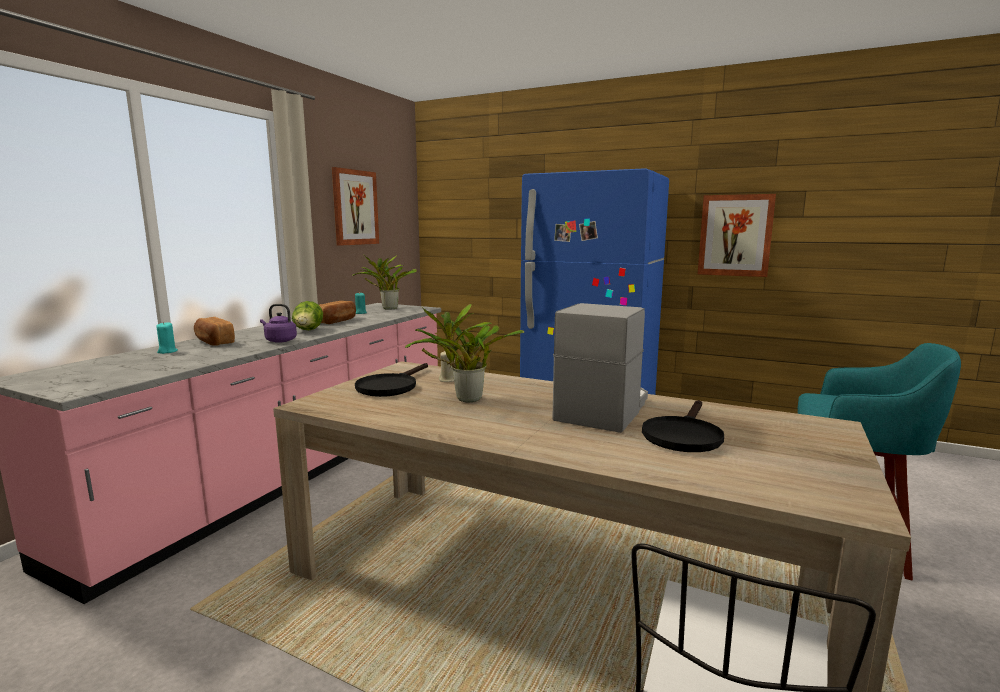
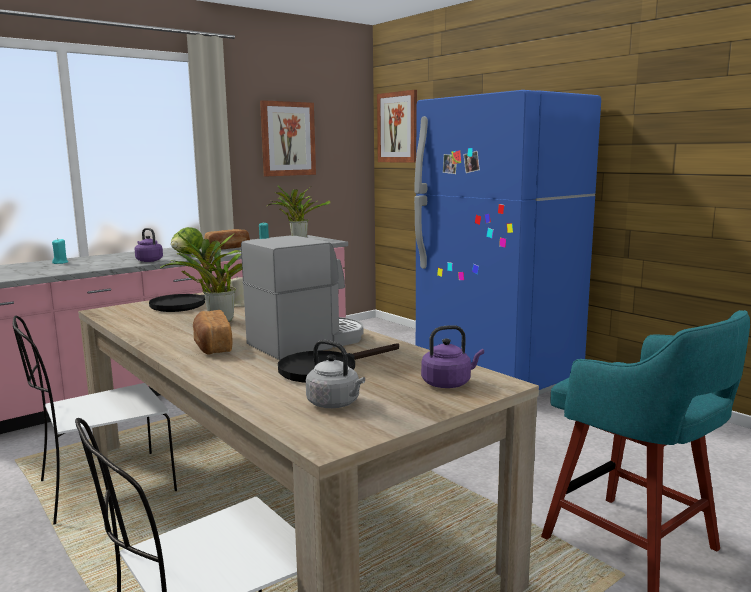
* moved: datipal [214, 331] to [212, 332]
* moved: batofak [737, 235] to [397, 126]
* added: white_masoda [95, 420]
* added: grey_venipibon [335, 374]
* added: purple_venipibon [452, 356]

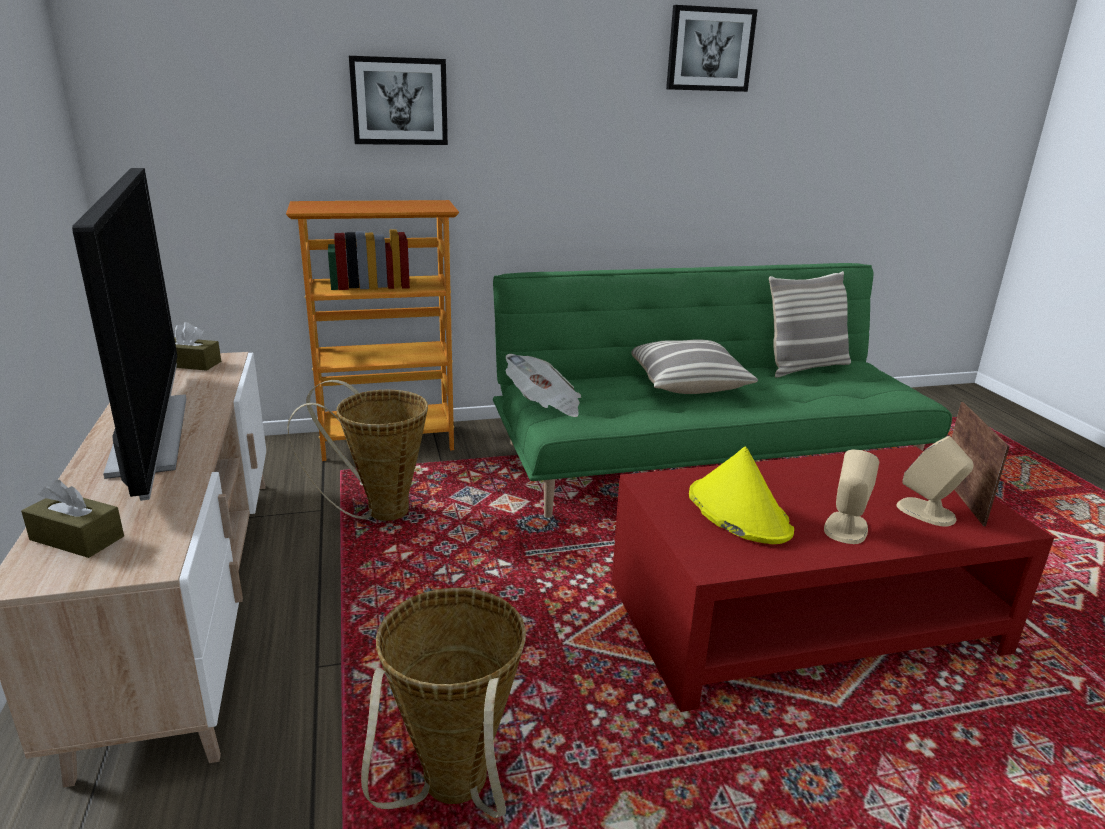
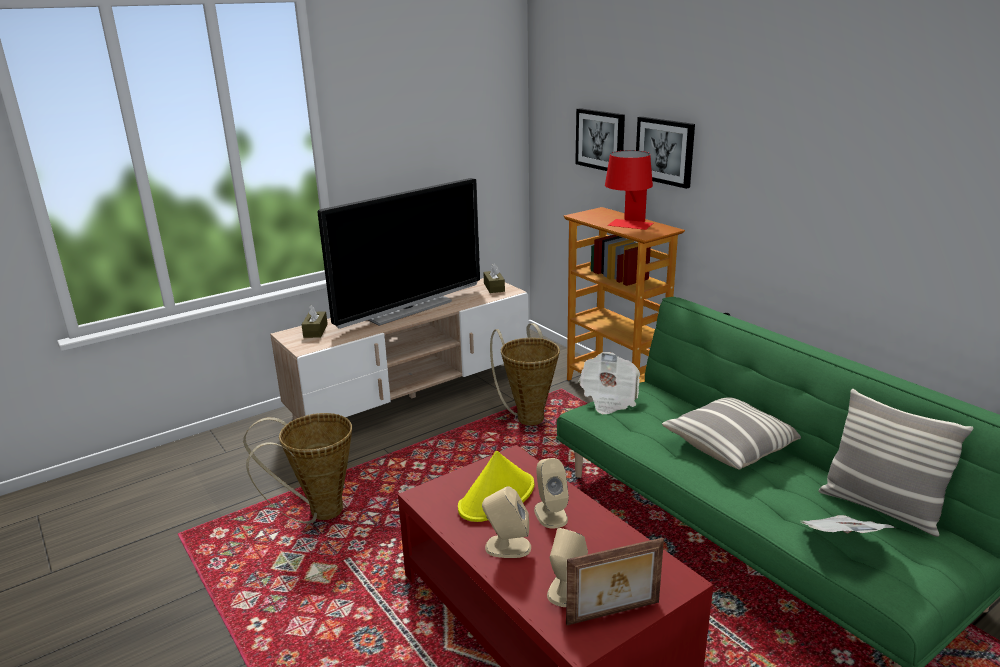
* moved: batofak [712, 48] to [600, 139]
* added: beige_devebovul [551, 493]
* added: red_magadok [629, 190]
* added: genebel [848, 524]

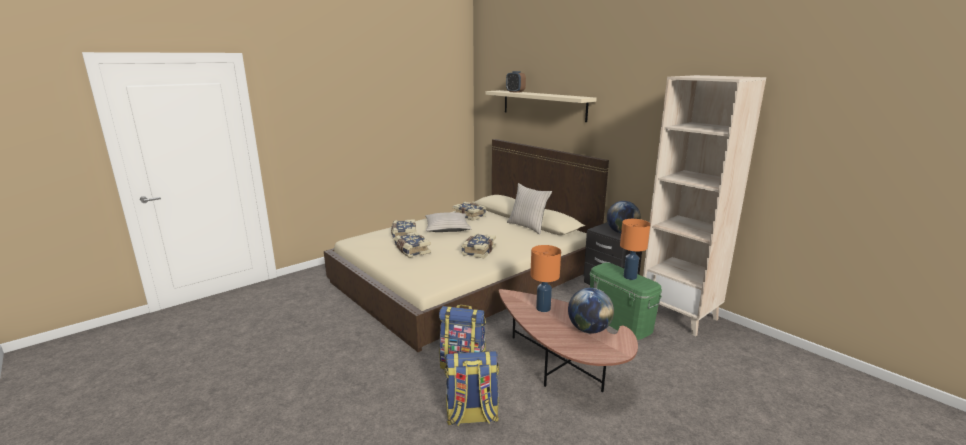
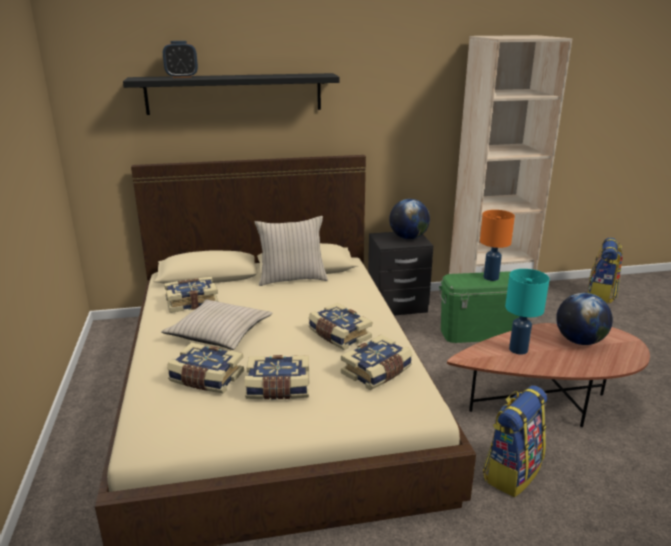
* moved: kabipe [472, 388] to [605, 270]
* recoloured: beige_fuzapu [540, 106] to black_fuzapu [231, 94]
* recoloured: orange_magadok [545, 278] to turquoise_magadok [527, 312]
* added: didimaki [377, 362]

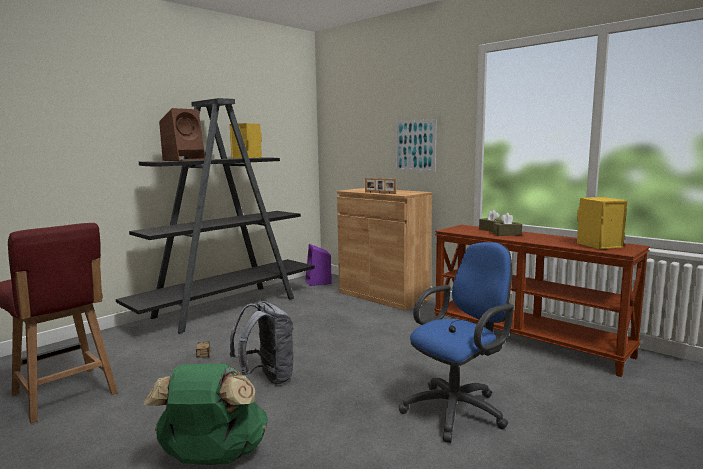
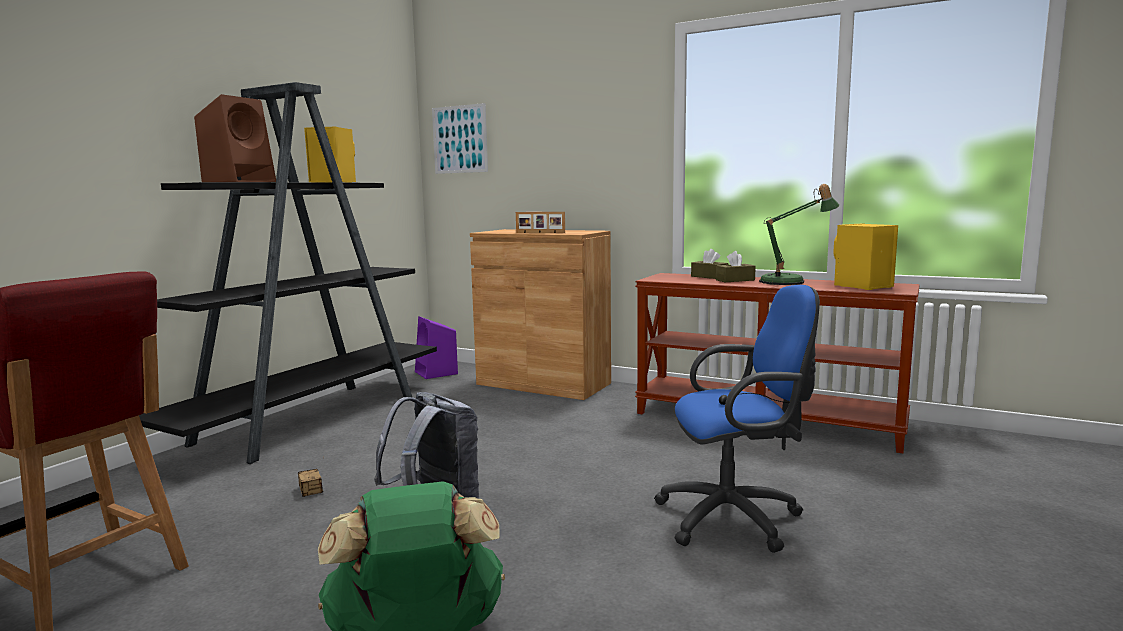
* moved: batofak [416, 145] to [460, 138]
* turned: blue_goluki [456, 342] = [737, 419] 45 degrees clockwise
* added: magadok [799, 234]

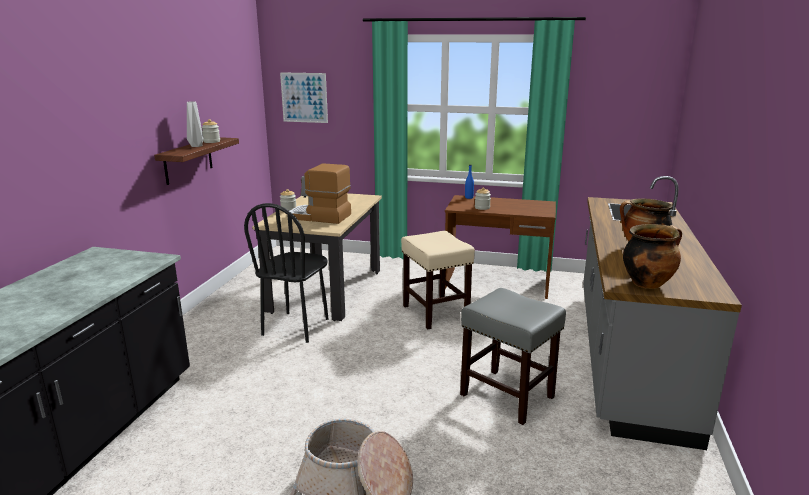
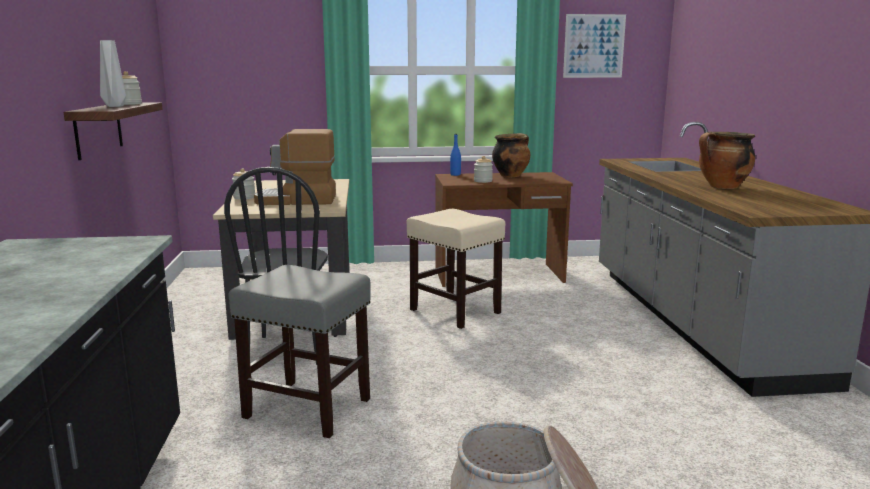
* moved: batofak [304, 97] to [594, 46]
* moved: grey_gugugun [513, 356] to [299, 351]
* moved: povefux [652, 256] to [511, 155]

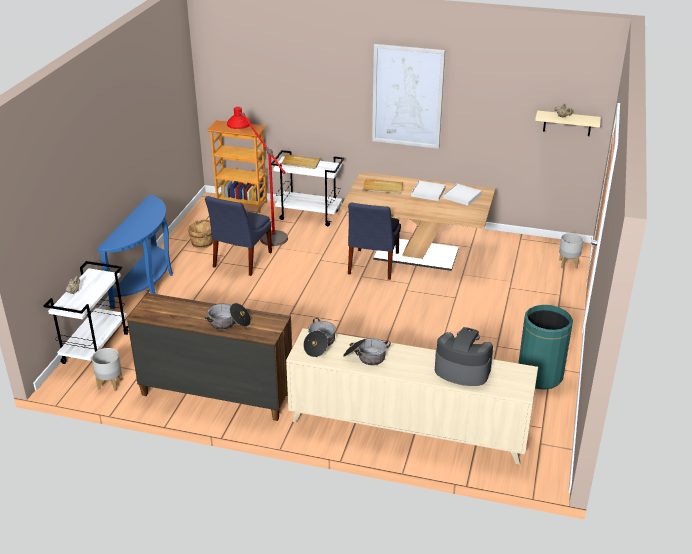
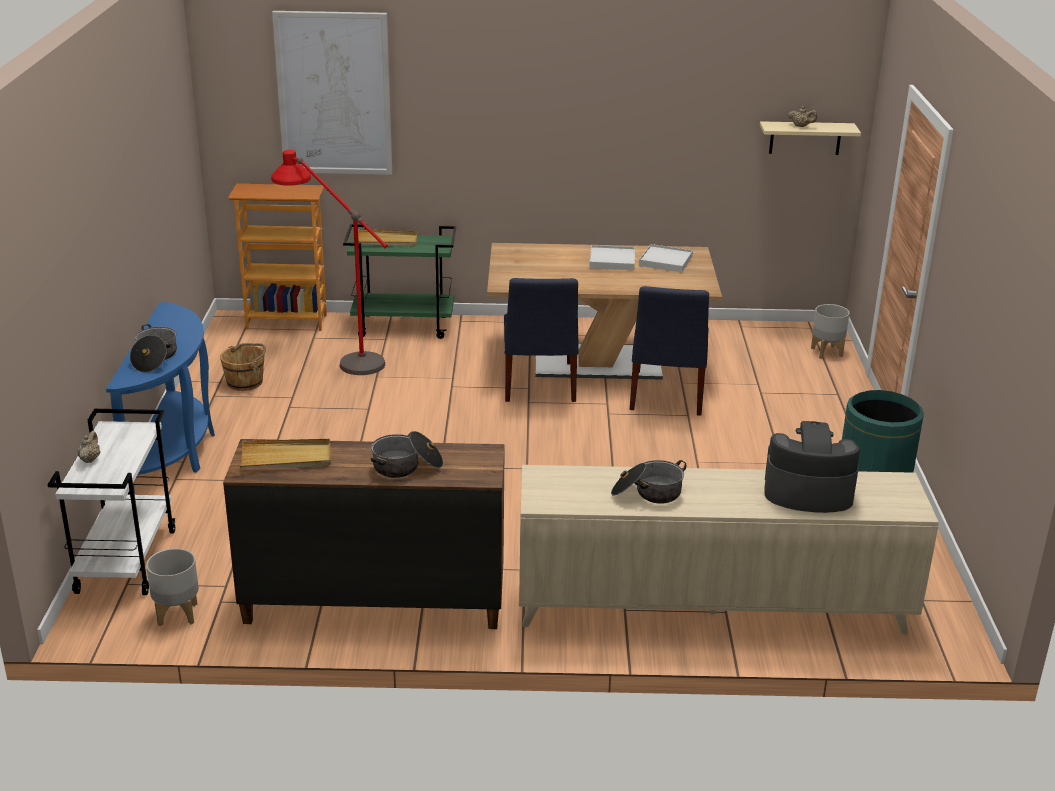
* moved: blue_masoda [238, 236] to [669, 351]
* recoloured: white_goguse [307, 188] to green_goguse [399, 281]
* moved: povefux [319, 337] to [153, 348]
* moved: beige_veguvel [382, 186] to [285, 453]
* moved: batofak [408, 96] to [332, 93]

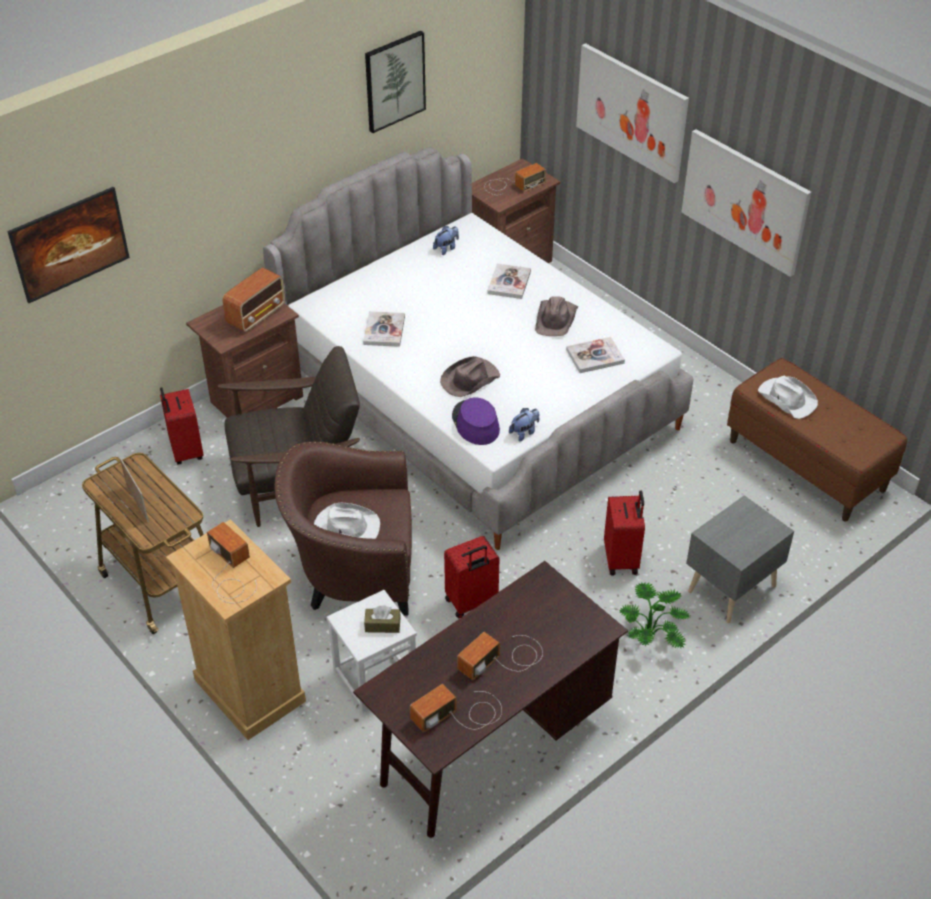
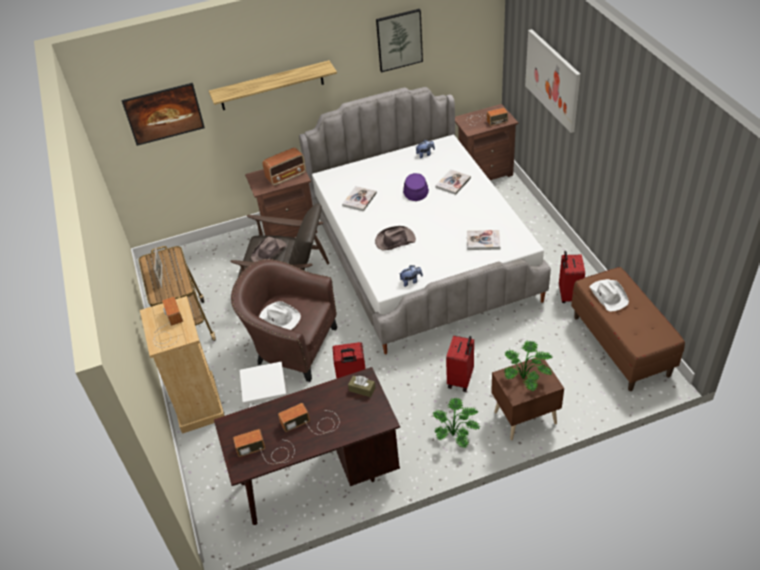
* moved: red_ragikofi [182, 426] to [572, 277]
* moved: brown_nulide [382, 619] to [362, 386]
* moved: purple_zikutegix [476, 421] to [416, 187]
* moved: brown_zikutegix [556, 316] to [269, 249]
* removed: batofak [746, 203]
* recoloured: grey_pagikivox [740, 559] to brown_pagikivox [527, 399]
* added: fuzapu [273, 85]
* added: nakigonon [528, 365]

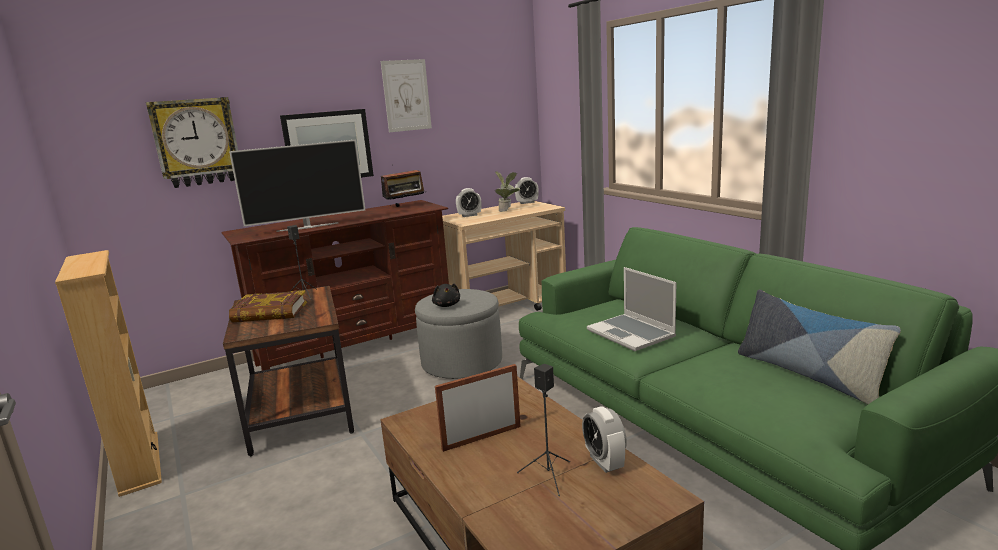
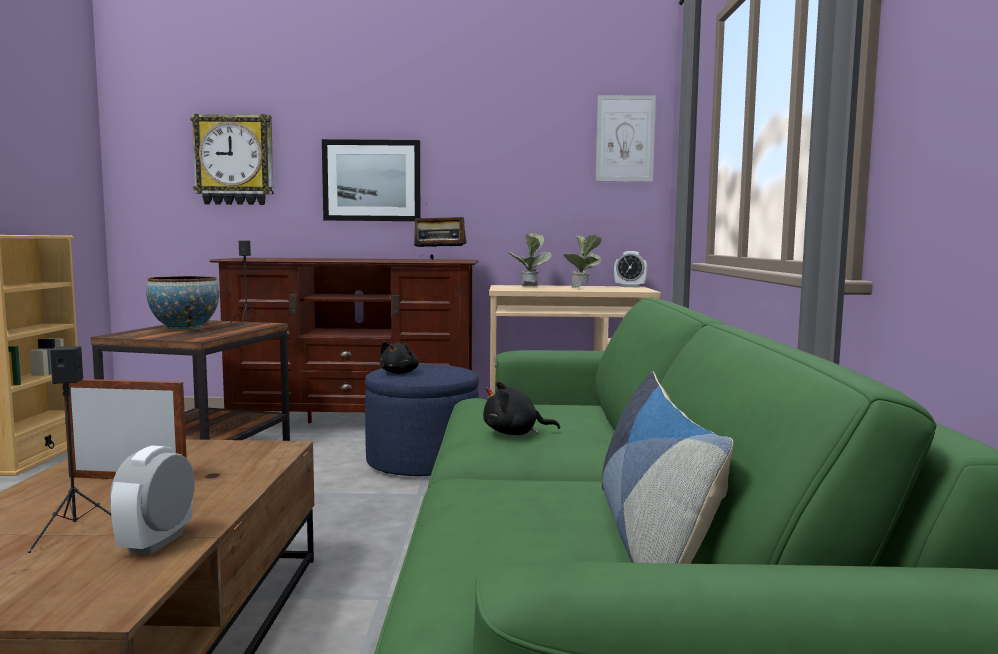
* removed: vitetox [297, 186]
* replaced: didimaki [268, 306] to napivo [182, 303]
* moved: batofak [406, 95] to [626, 138]
* recoloured: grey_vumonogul [458, 334] to blue_vumonogul [422, 420]
* replaced: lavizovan [468, 202] to nakigonon [530, 259]
* replaced: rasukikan [631, 309] to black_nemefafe [521, 408]

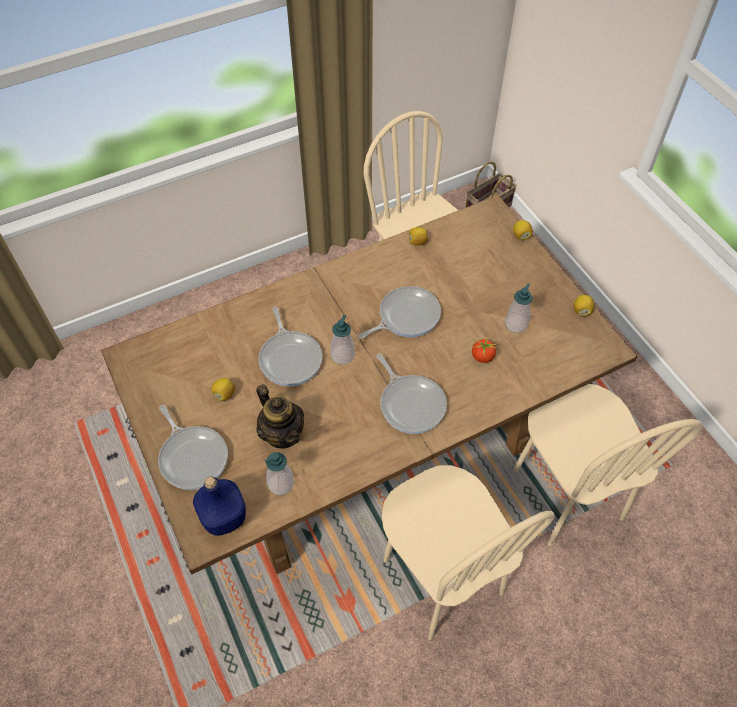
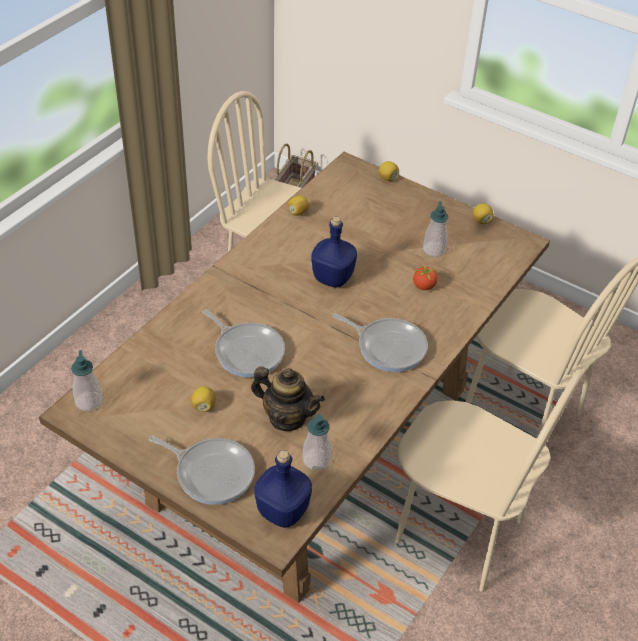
* moved: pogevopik [342, 339] to [87, 380]
* replaced: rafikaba [399, 312] to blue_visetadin [334, 251]

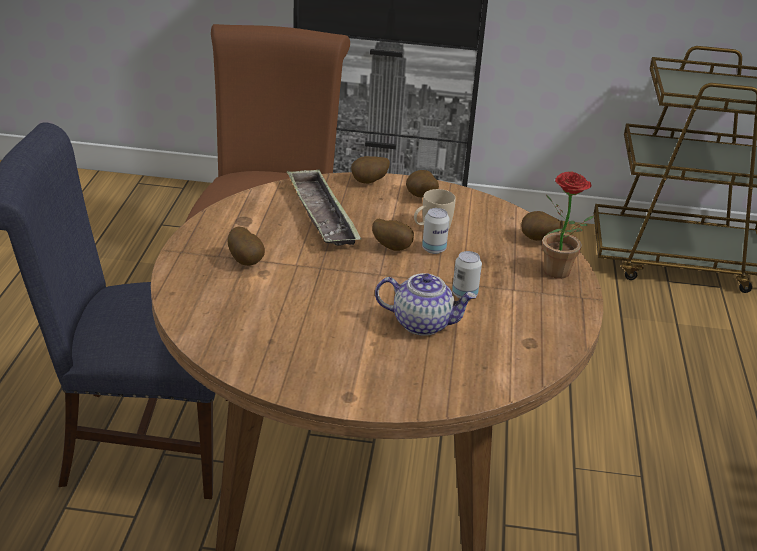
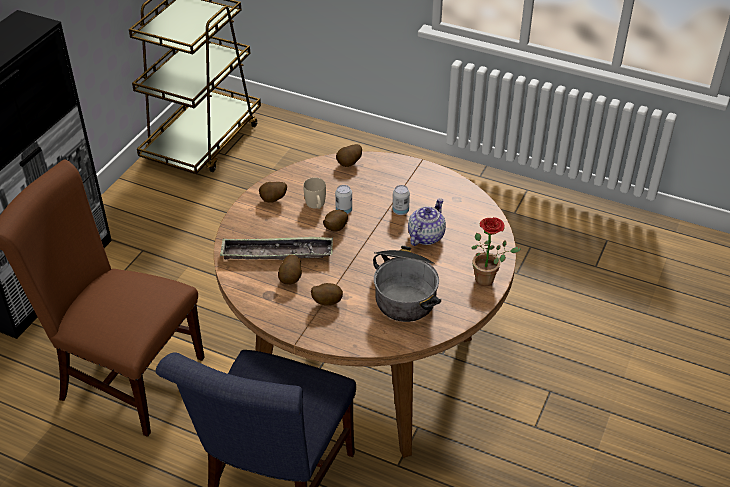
* moved: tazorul [370, 170] to [290, 269]
* moved: nakigonon [568, 225] to [496, 251]
* added: povefux [407, 284]

